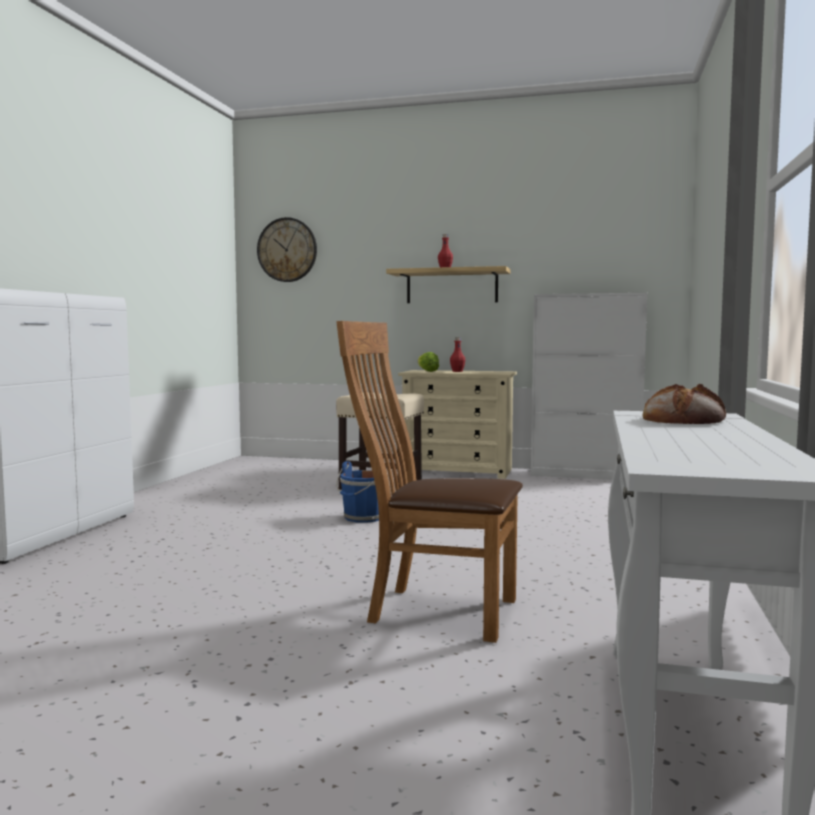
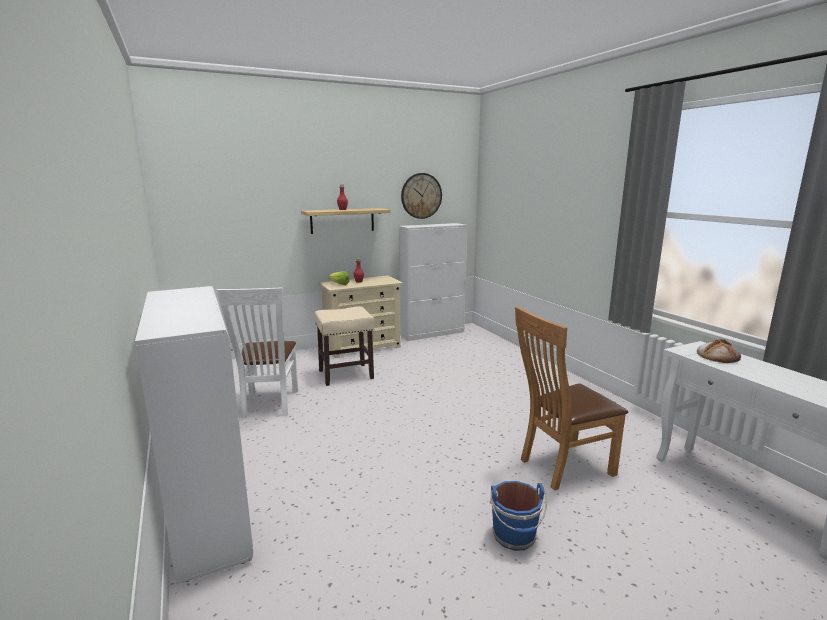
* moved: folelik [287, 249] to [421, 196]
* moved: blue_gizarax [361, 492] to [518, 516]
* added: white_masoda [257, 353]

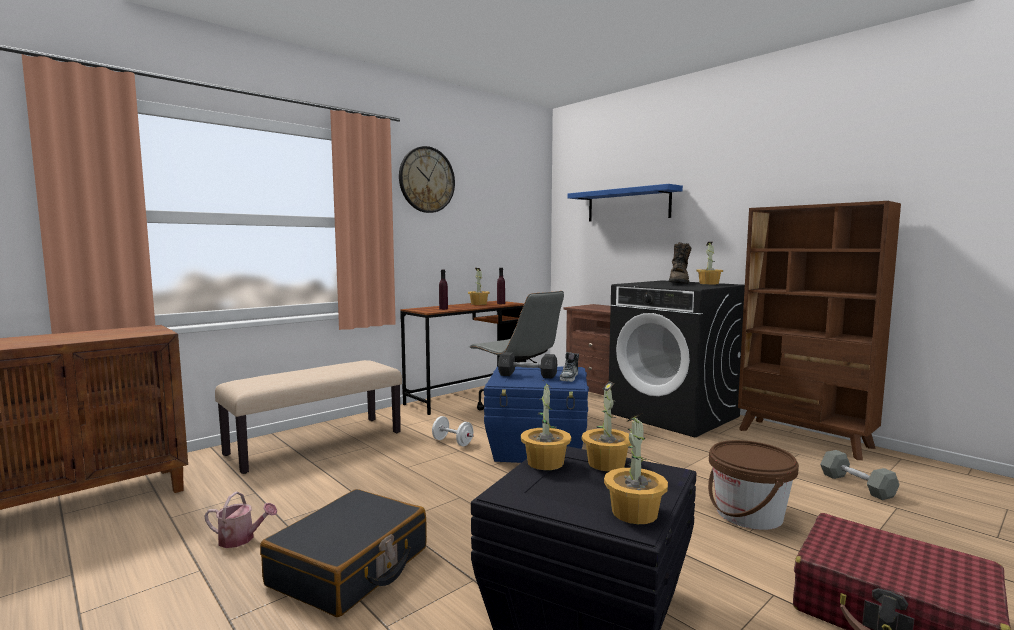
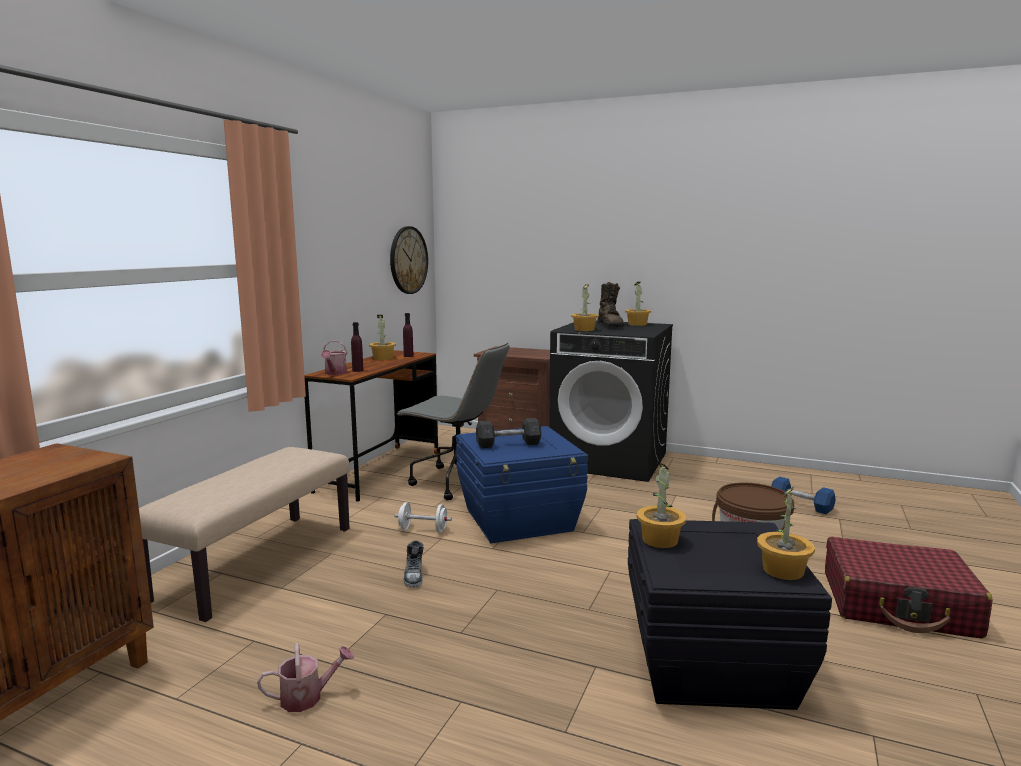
* removed: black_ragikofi [343, 553]
* moved: folelik [427, 179] to [409, 260]
* moved: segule [569, 367] to [414, 564]
* removed: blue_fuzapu [625, 202]
* moved: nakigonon [606, 426] to [585, 307]
* removed: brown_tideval [819, 330]
* recoloured: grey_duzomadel [859, 475] to blue_duzomadel [803, 495]
* added: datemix [334, 357]

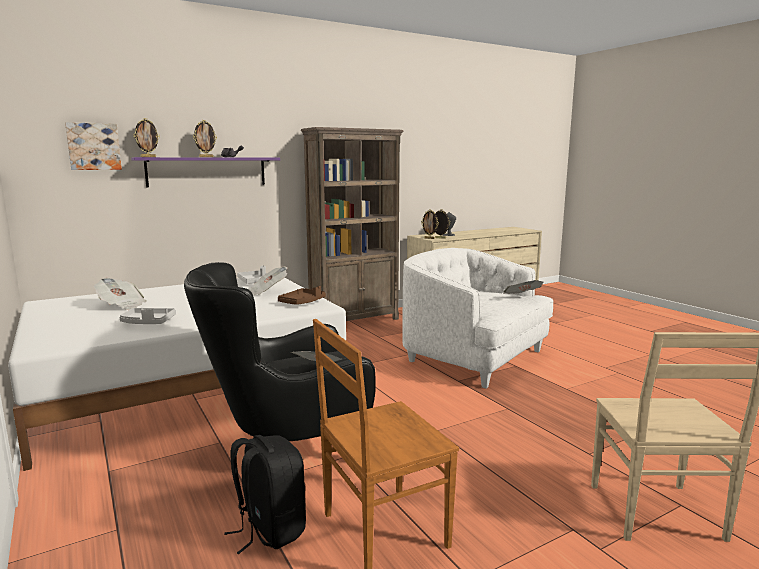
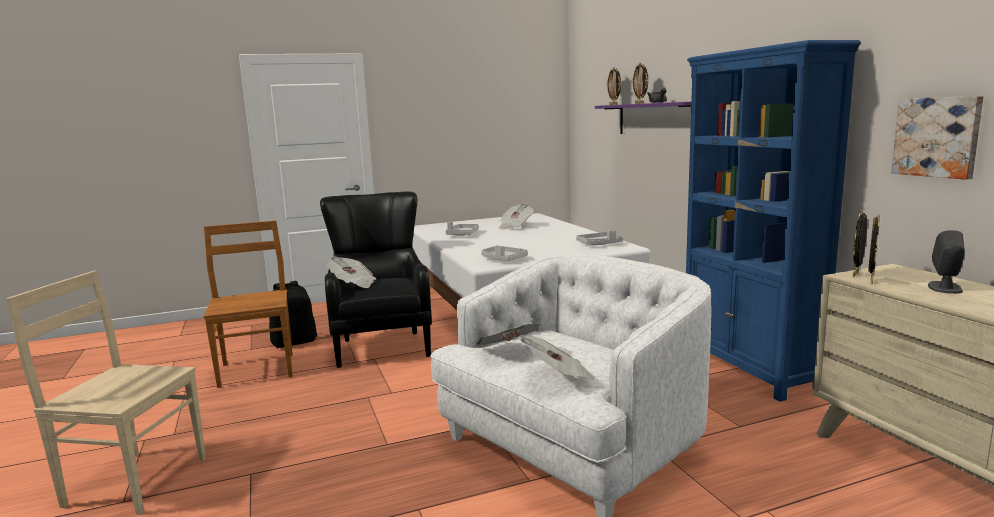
* moved: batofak [93, 146] to [937, 138]
* moved: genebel [268, 280] to [508, 334]
* recoloured: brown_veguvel [302, 295] to grey_veguvel [504, 253]
* recoloured: brown_tideval [352, 224] to blue_tideval [773, 221]

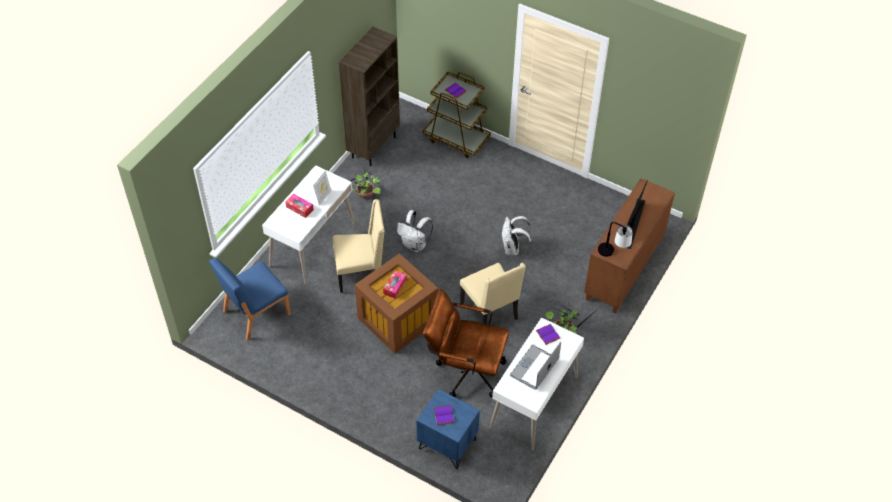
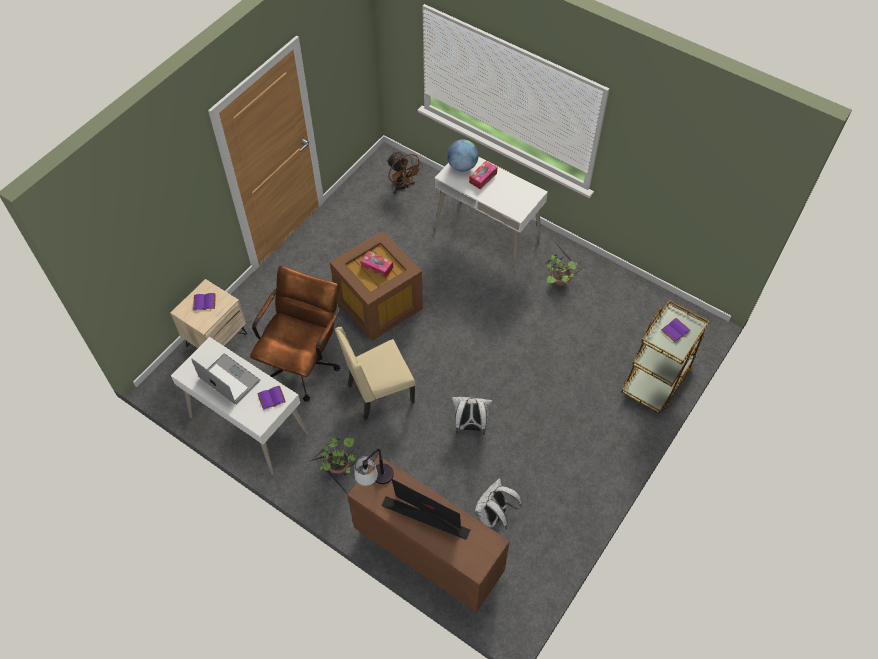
* replaced: blue_masoda [250, 299] to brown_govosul [404, 172]
* removed: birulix [322, 188]
* removed: beige_masoda [358, 246]
* removed: brown_tideval [369, 96]
* moved: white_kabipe [415, 231] to [498, 505]
* recoloured: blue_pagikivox [448, 429] to beige_pagikivox [208, 313]
* added: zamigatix [463, 155]

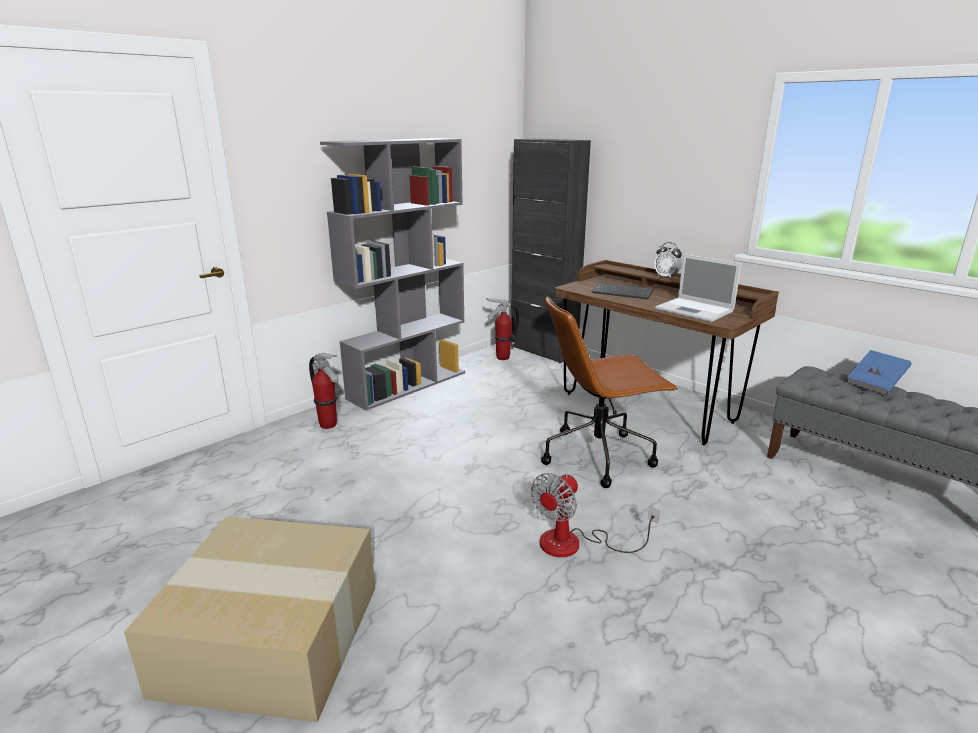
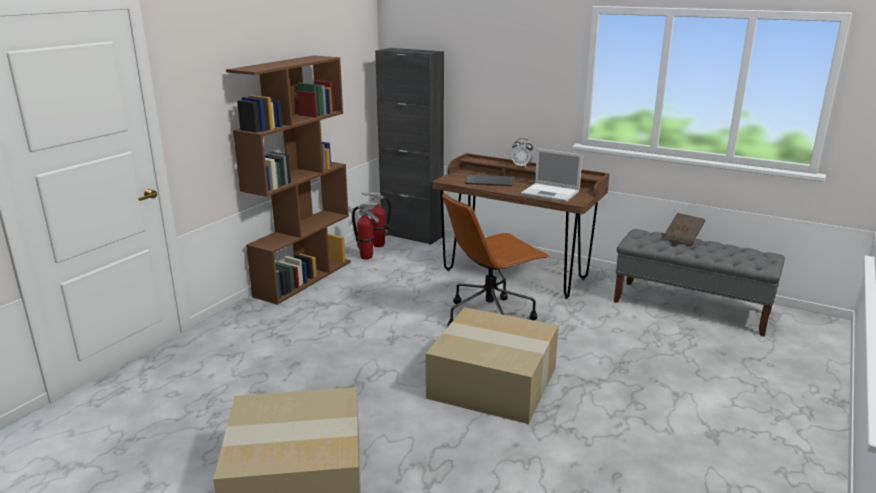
* moved: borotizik [324, 391] to [366, 231]
* recoloured: grey_tideval [392, 274] to brown_tideval [288, 180]
* replaced: govosul [595, 515] to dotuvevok [492, 365]
* recoloured: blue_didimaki [879, 372] to brown_didimaki [684, 229]

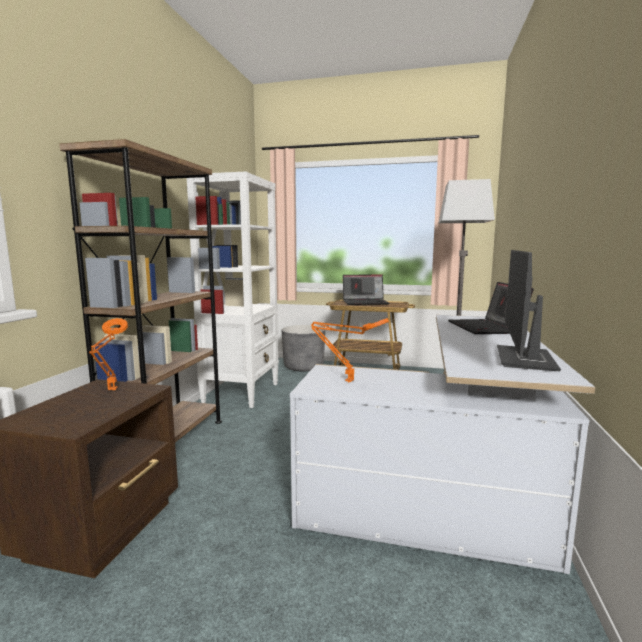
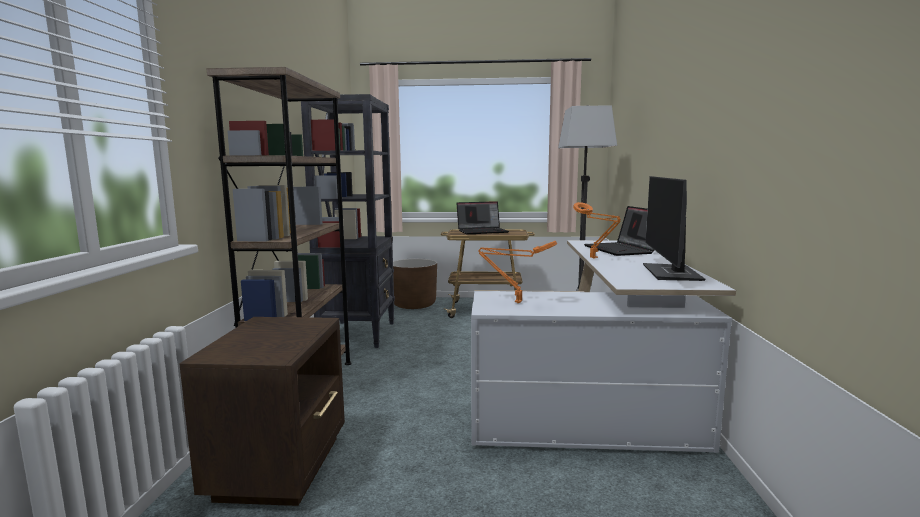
* moved: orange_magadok [108, 354] to [597, 230]
* recoloured: white_tideval [232, 289] to black_tideval [348, 221]
* recoloured: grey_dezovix [303, 348] to brown_dezovix [415, 284]

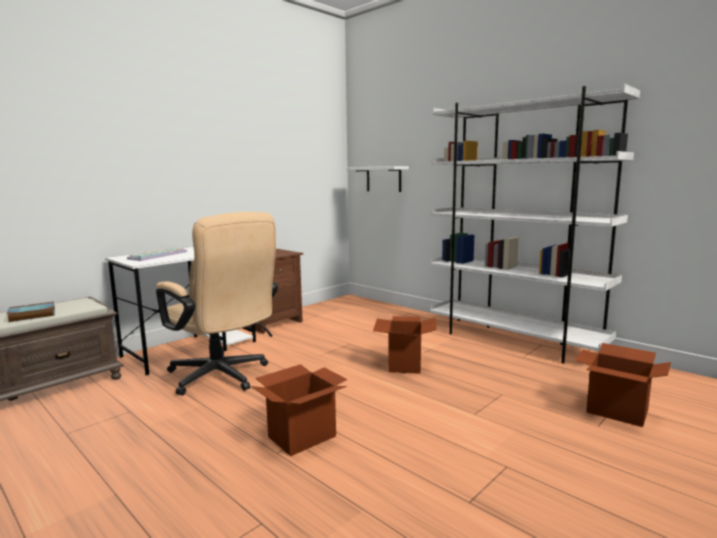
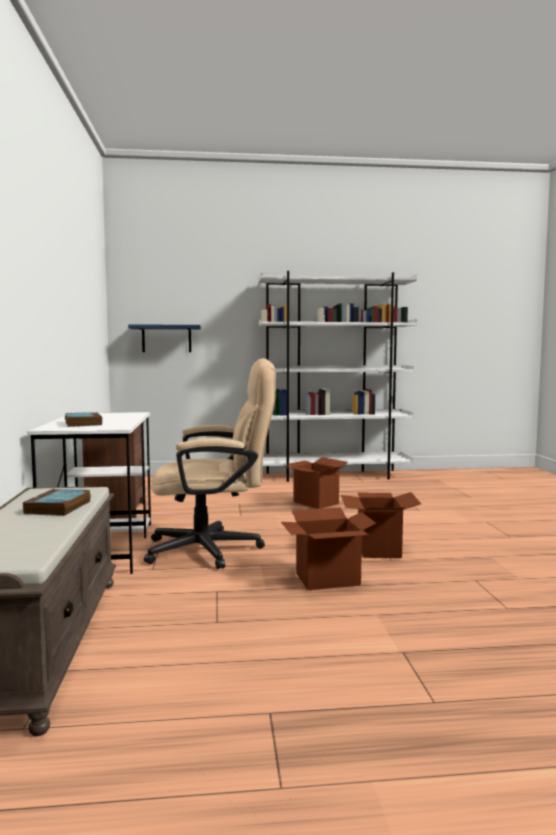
* replaced: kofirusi [157, 254] to didimaki [83, 419]
* recoloured: white_fuzapu [377, 179] to blue_fuzapu [164, 338]
* moved: dotuvevok [622, 385] to [329, 548]

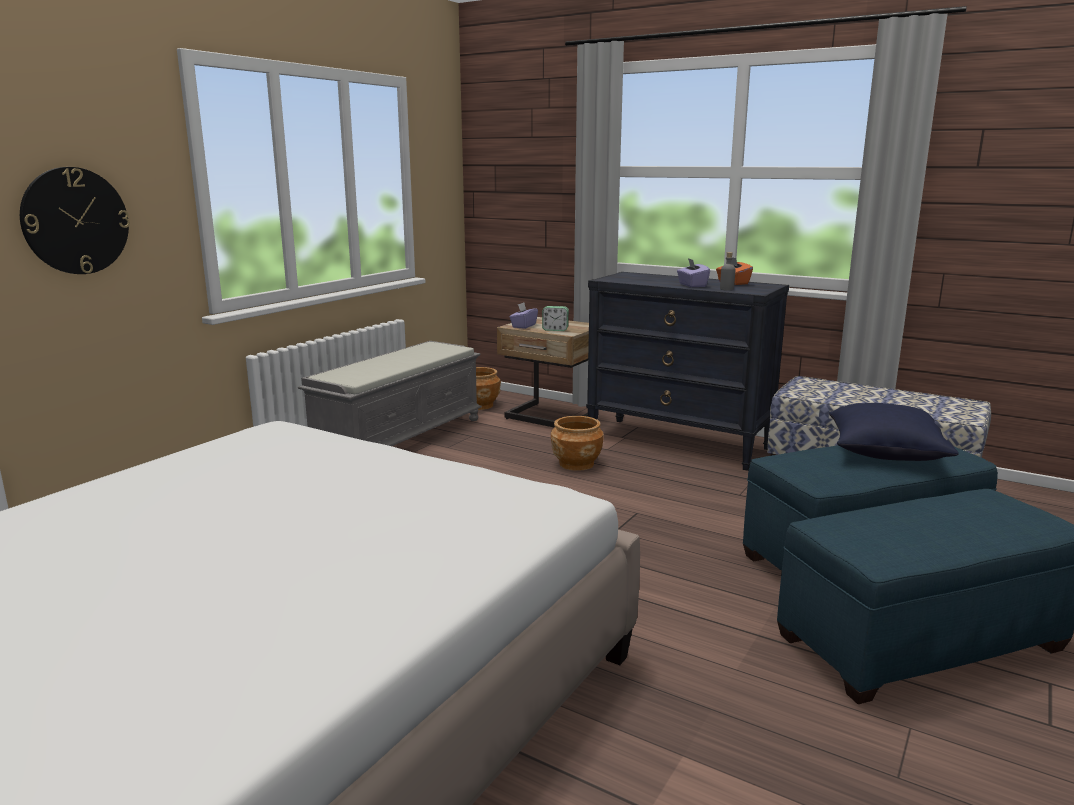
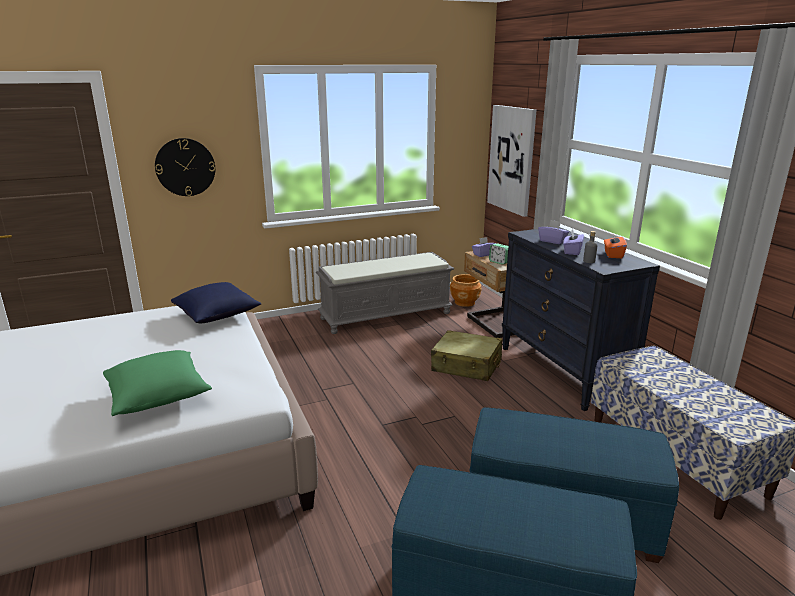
* replaced: brown_dezovix [577, 443] to beige_ragikofi [466, 355]
* moved: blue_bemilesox [893, 432] to [216, 302]
* added: green_bemilesox [157, 383]
* added: batofak [511, 161]
* added: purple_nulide [553, 232]

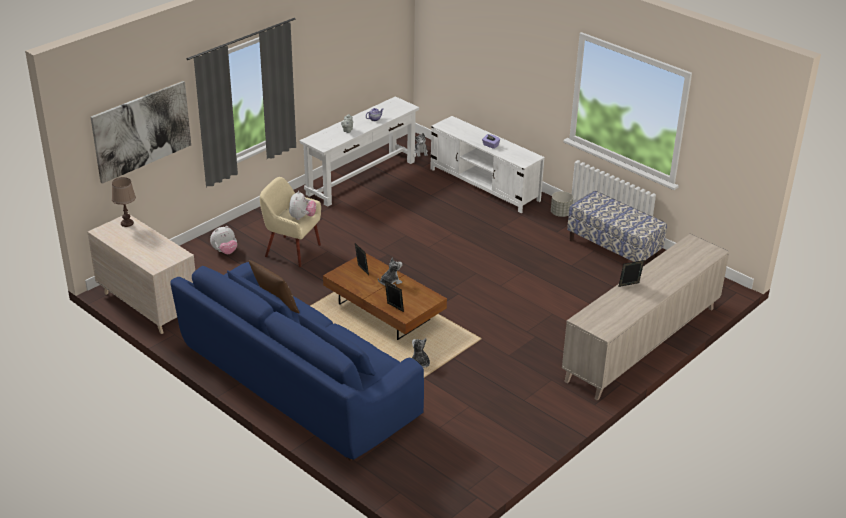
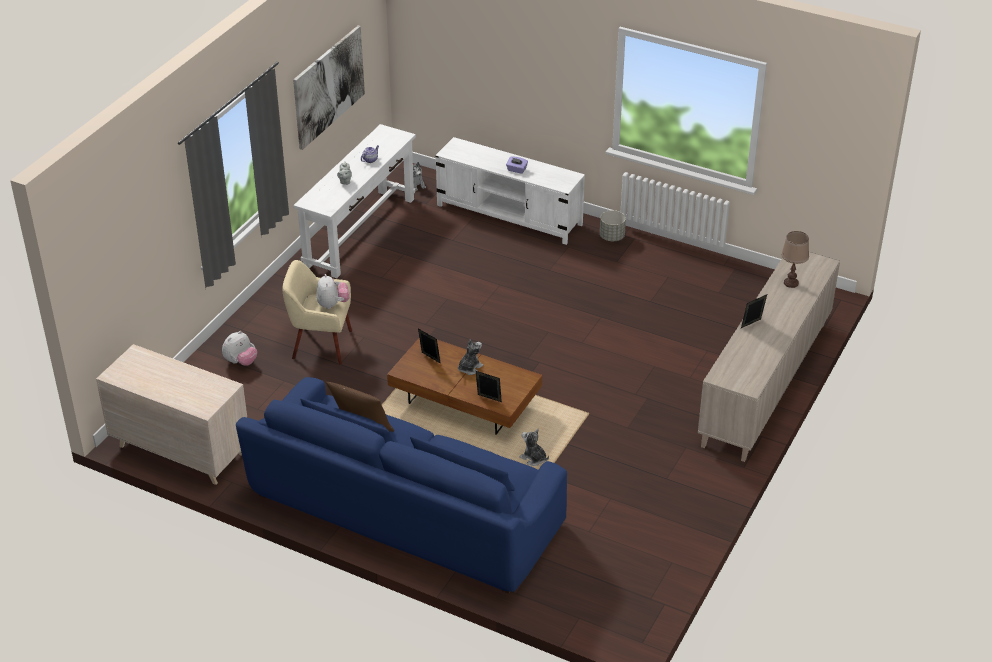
* moved: batofak [141, 132] to [329, 87]
* moved: brown_magadok [124, 202] to [795, 259]
* removed: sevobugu [617, 226]

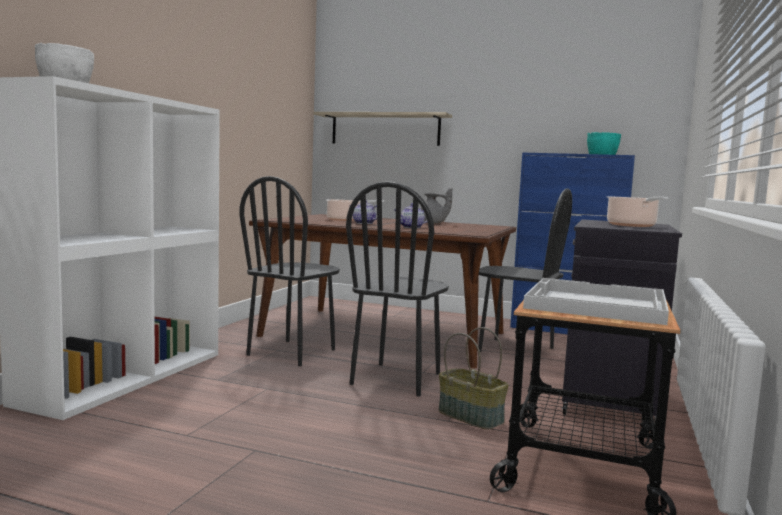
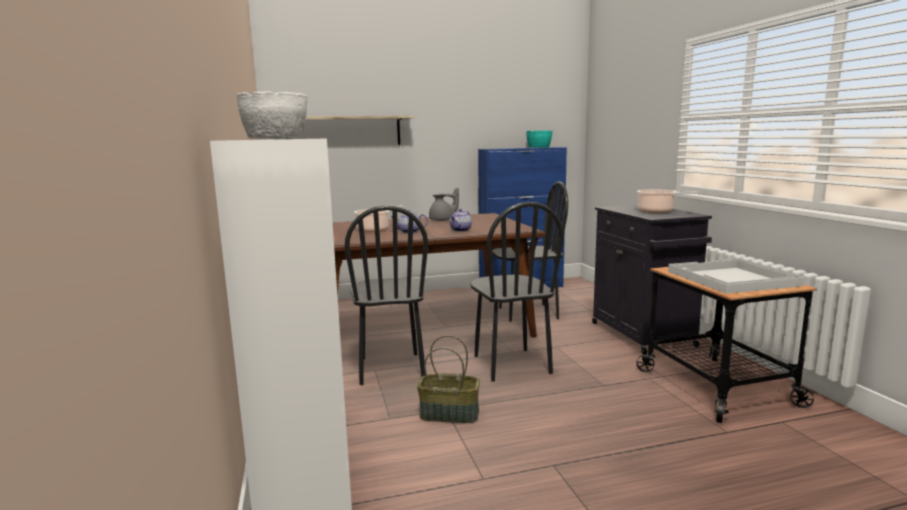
* moved: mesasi [474, 378] to [448, 379]

